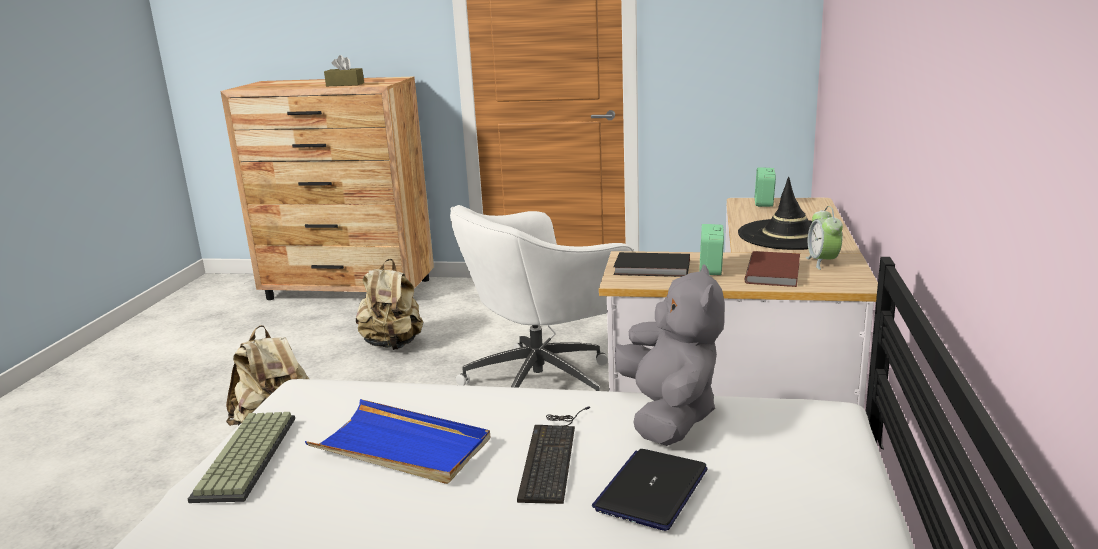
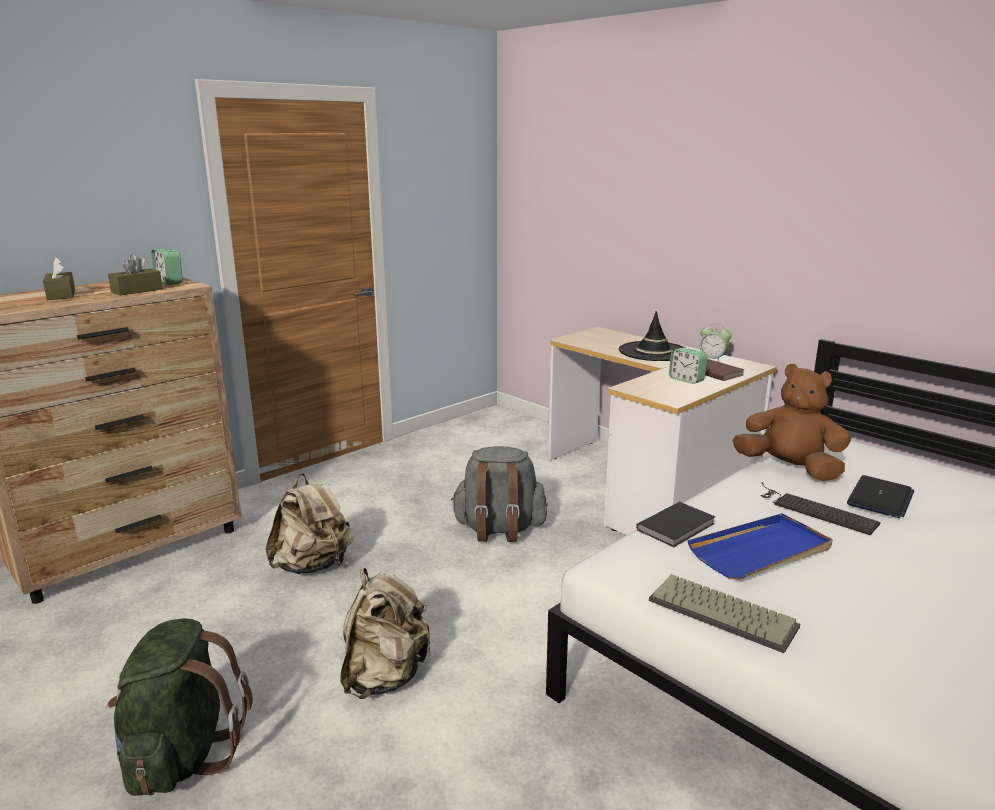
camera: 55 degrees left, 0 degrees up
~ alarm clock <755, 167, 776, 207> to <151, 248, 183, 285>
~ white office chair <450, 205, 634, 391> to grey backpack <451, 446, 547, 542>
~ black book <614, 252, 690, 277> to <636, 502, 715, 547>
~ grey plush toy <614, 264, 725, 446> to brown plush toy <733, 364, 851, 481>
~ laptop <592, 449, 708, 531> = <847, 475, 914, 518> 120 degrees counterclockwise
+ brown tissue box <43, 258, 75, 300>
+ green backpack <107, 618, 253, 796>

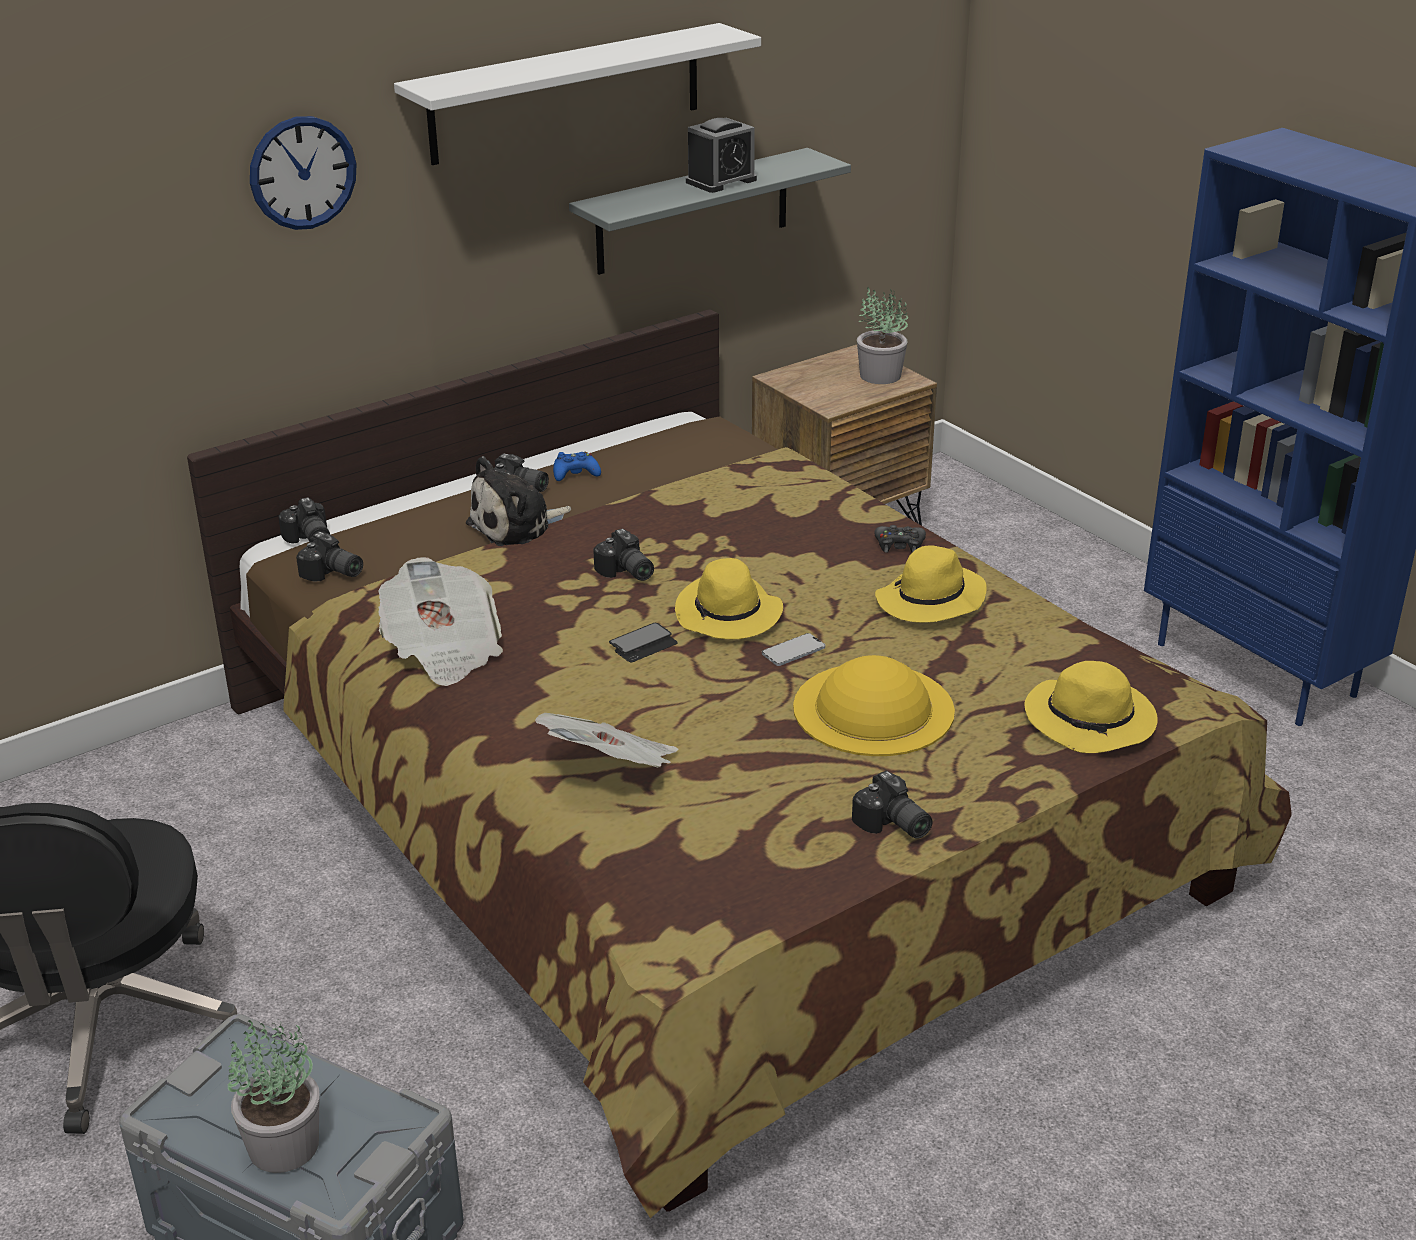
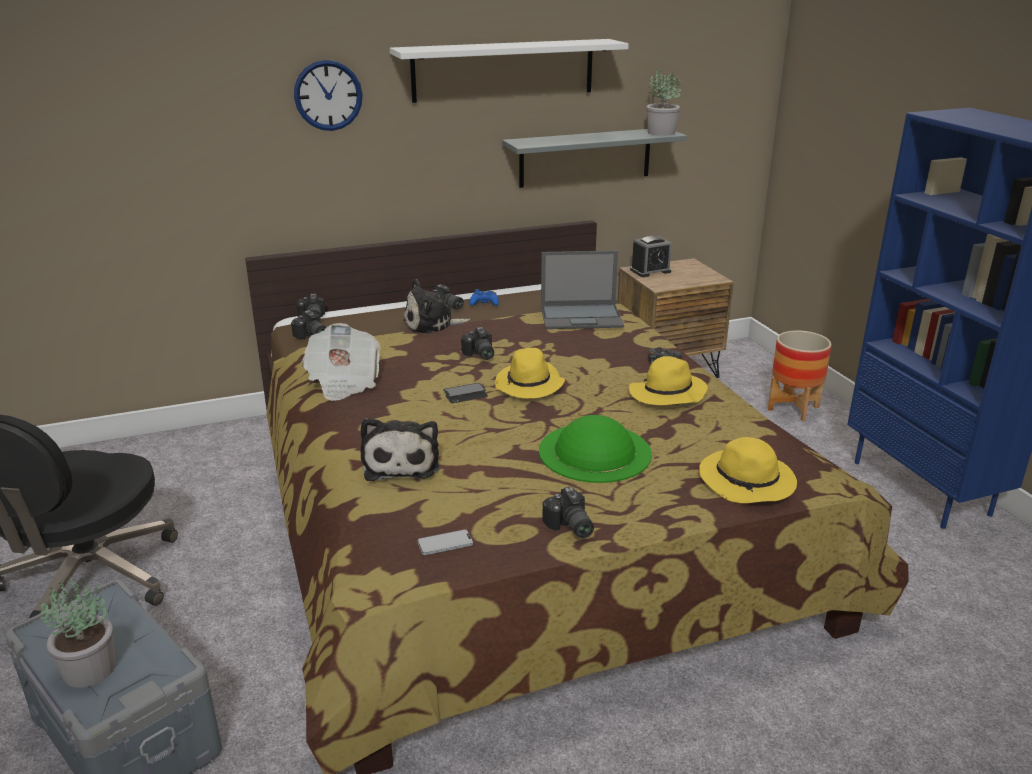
camera: 15 degrees right, 5 degrees down
~ alarm clock <686, 118, 757, 193> to <630, 236, 672, 277>
~ potted plant <857, 286, 908, 384> to <646, 69, 681, 136>
~ phone <762, 633, 825, 666> to <417, 529, 473, 555>
~ yellow hat <793, 655, 955, 756> to green hat <539, 415, 652, 483>
~ newspaper <535, 713, 678, 767> to plush toy <361, 418, 439, 481>
+ laptop <541, 251, 624, 329>
+ planter <768, 330, 832, 421>

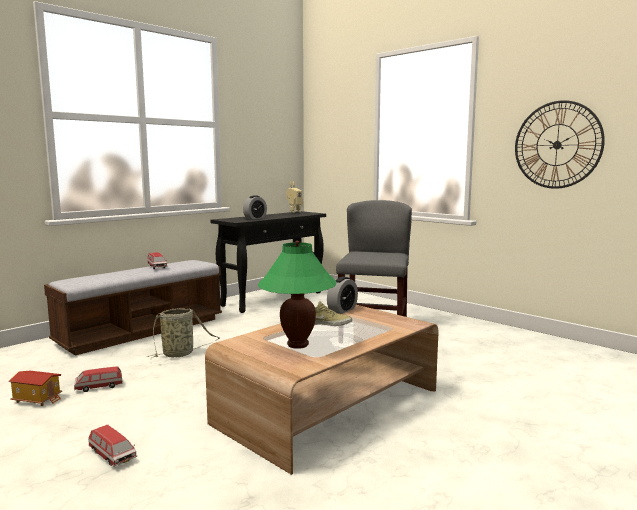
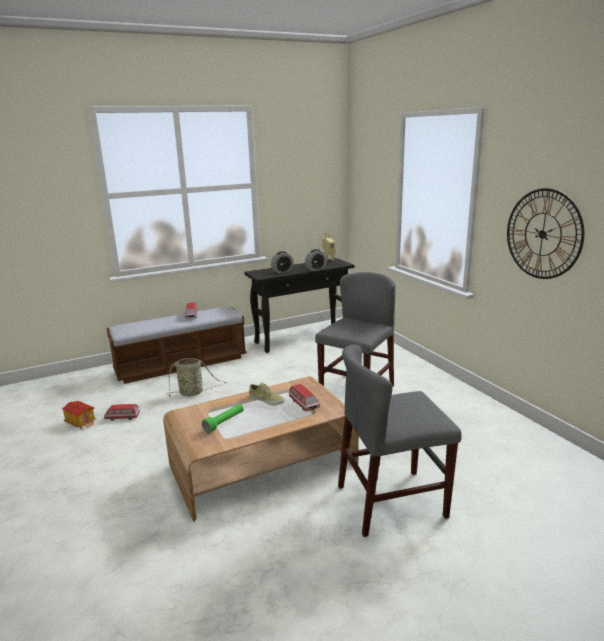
camera: 20 degrees right, 10 degrees up
~ green table lamp <258, 241, 337, 349> to green flashlight <202, 404, 244, 433>
~ alarm clock <327, 277, 358, 314> to <305, 249, 327, 271>
~ toy car <88, 425, 137, 467> to <289, 384, 320, 412>
+ grey chair <338, 344, 462, 537>

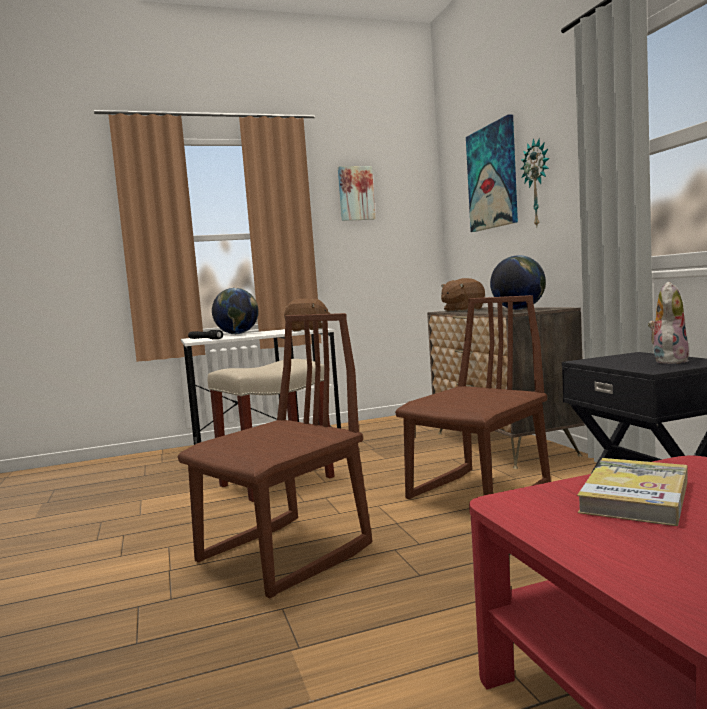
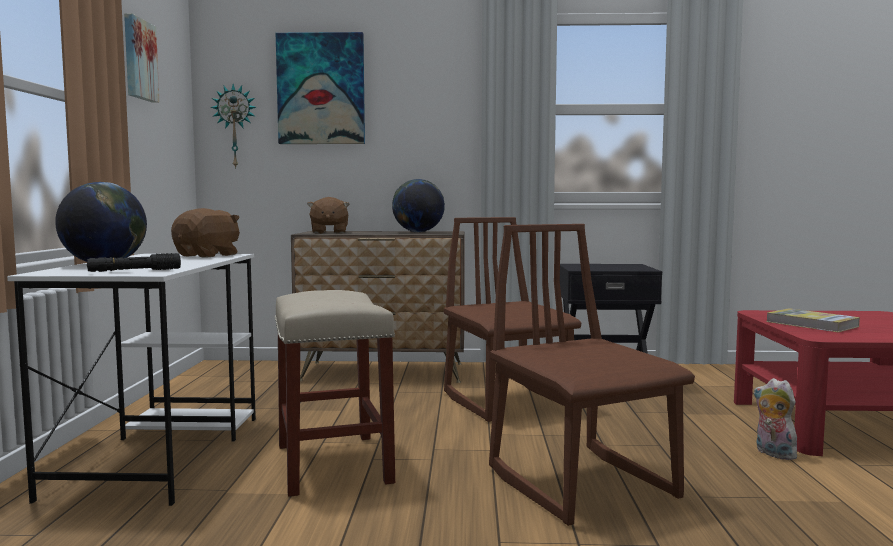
camera: 70 degrees left, 0 degrees up
~ wall clock <521, 139, 550, 227> to <211, 84, 257, 169>
~ plush toy <648, 282, 689, 364> to <754, 378, 802, 460>

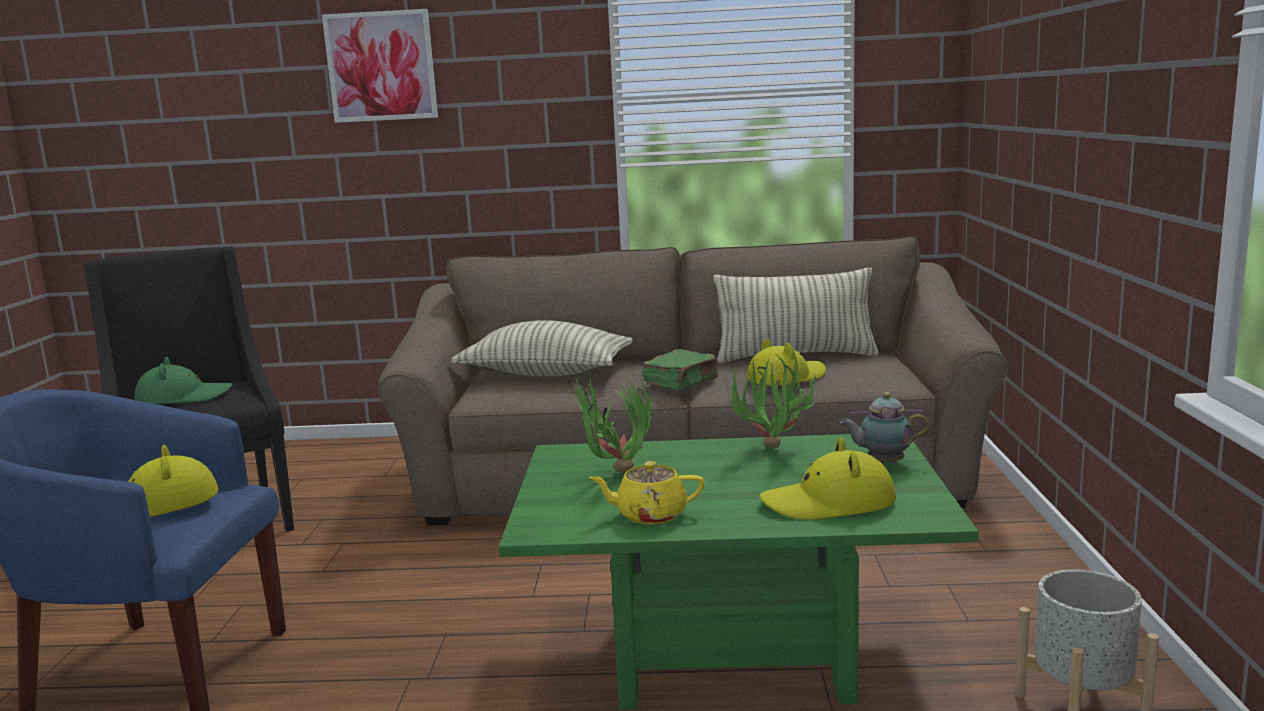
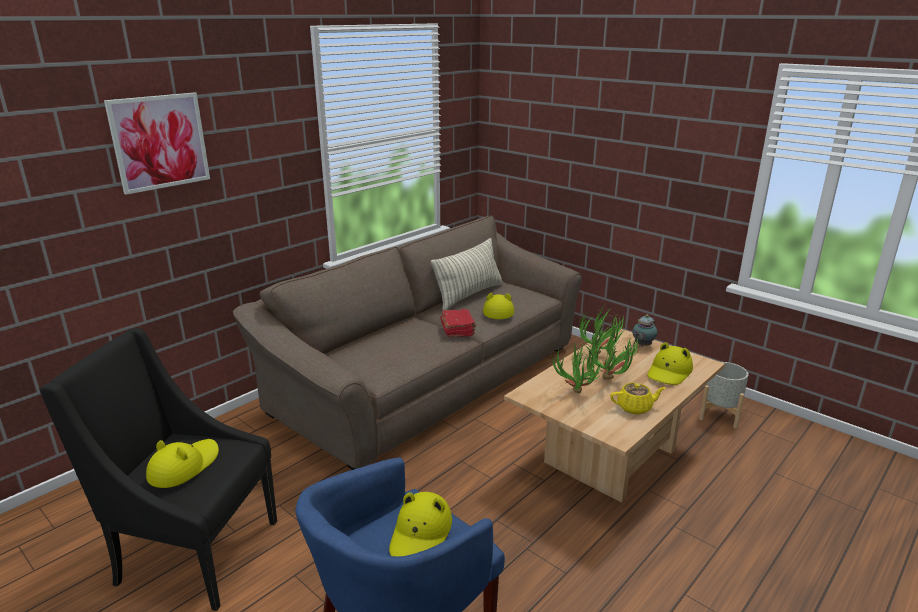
camera: 50 degrees left, 10 degrees up
- pillow <451, 320, 633, 376>
~ green book <642, 349, 719, 390> to red book <440, 309, 476, 337>
~ green hat <134, 357, 232, 404> to yellow hat <146, 439, 219, 488>
~ green coffee table <499, 434, 979, 710> to beige coffee table <504, 327, 725, 503>
~ yellow teapot <589, 461, 705, 524> = <610, 383, 666, 414> 135 degrees counterclockwise
+ potted plant <590, 327, 640, 380>

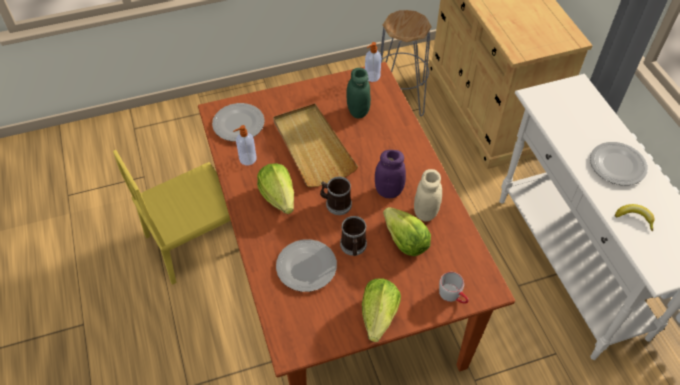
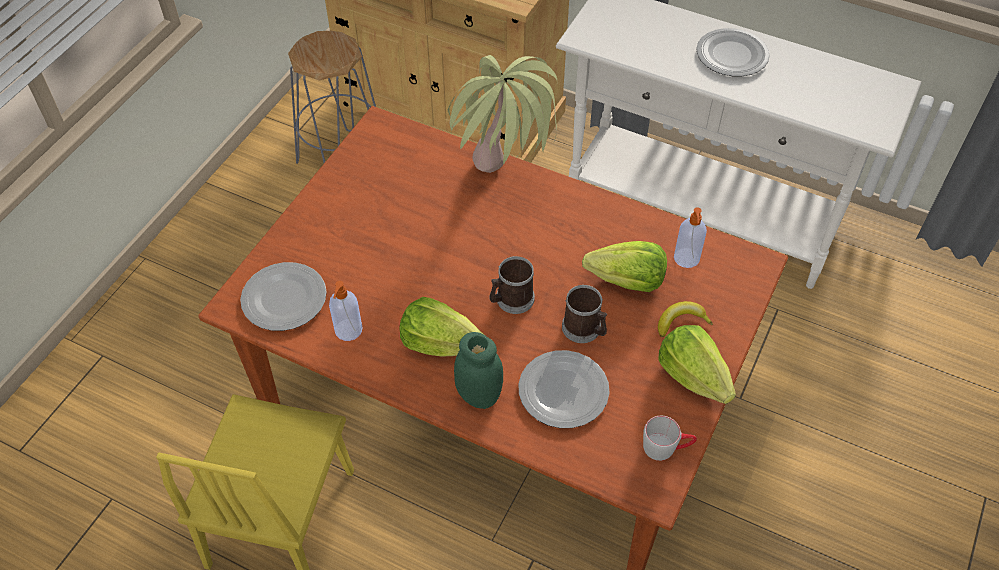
camera: 45 degrees left, 0 degrees up
~ soap dispenser <365, 42, 381, 82> to <674, 207, 707, 268>
~ green jar <346, 68, 371, 118> to <454, 332, 503, 409>
- beige tray <273, 103, 358, 187>
- purple jar <375, 150, 406, 198>
- beige jar <414, 169, 442, 222>
~ banana <615, 204, 655, 231> to <658, 301, 713, 337>
~ grey mug <439, 272, 469, 303> to <643, 416, 697, 461>
+ potted plant <448, 55, 557, 173>

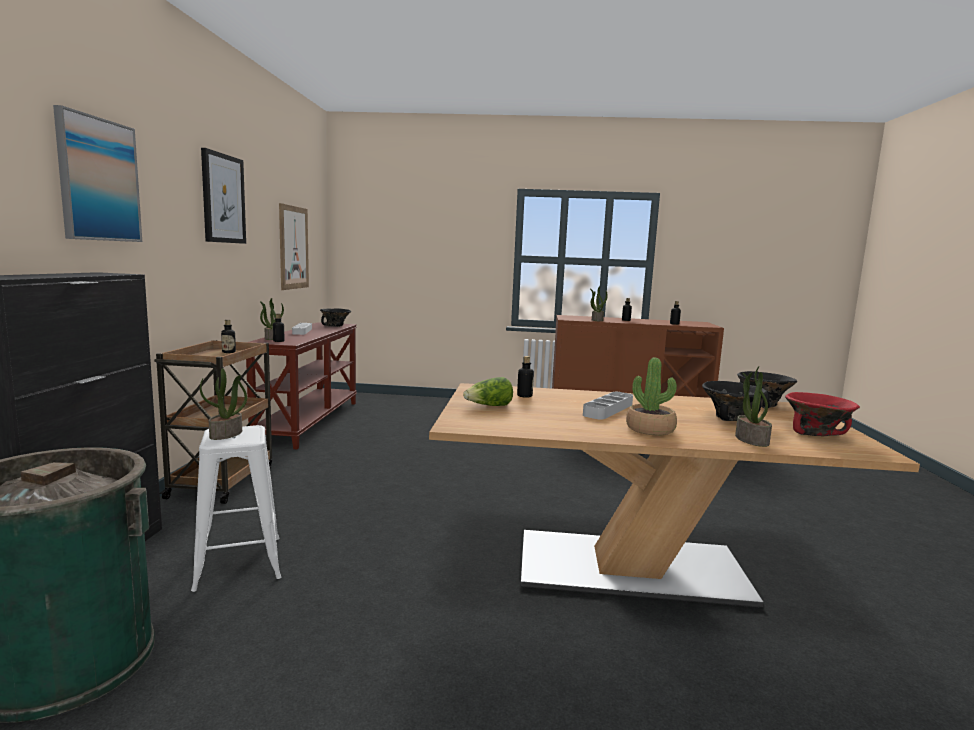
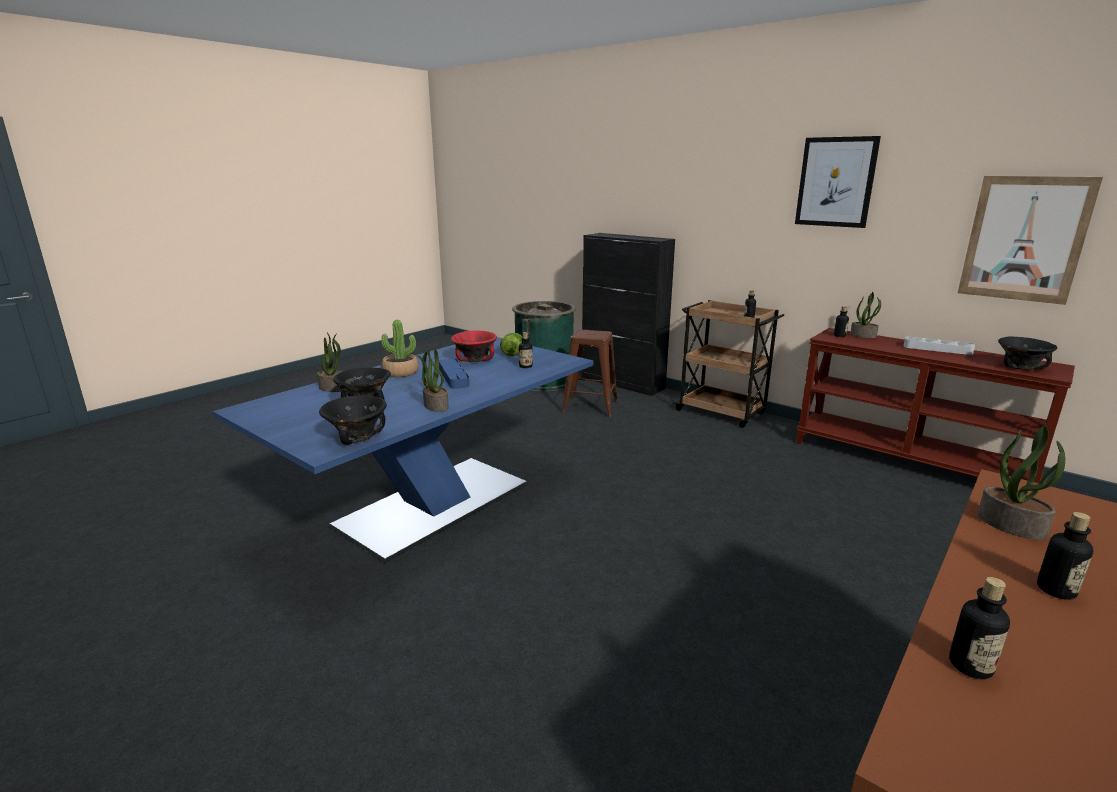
camera: 125 degrees right, 10 degrees up
- picture <53, 105, 142, 242>
~ potted plant <200, 368, 247, 440> to <417, 346, 449, 412>
~ beige dining table <429, 383, 920, 607> to blue dining table <213, 338, 593, 562>
~ grey tray <583, 392, 633, 420> to blue tray <439, 359, 470, 389>
~ red bowl <785, 392, 860, 436> to <451, 331, 497, 362>
~ white stool <191, 425, 281, 592> to brown stool <562, 330, 618, 417>

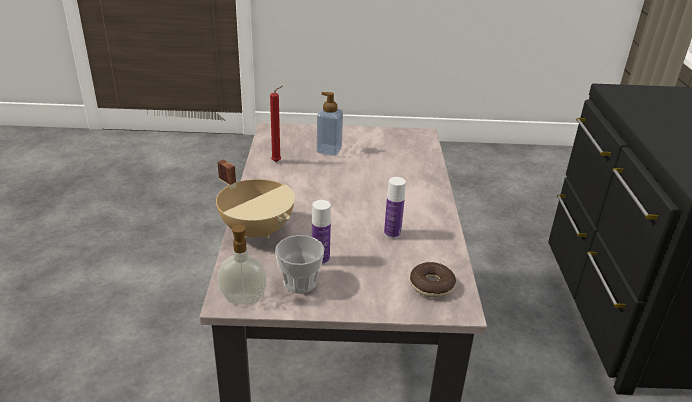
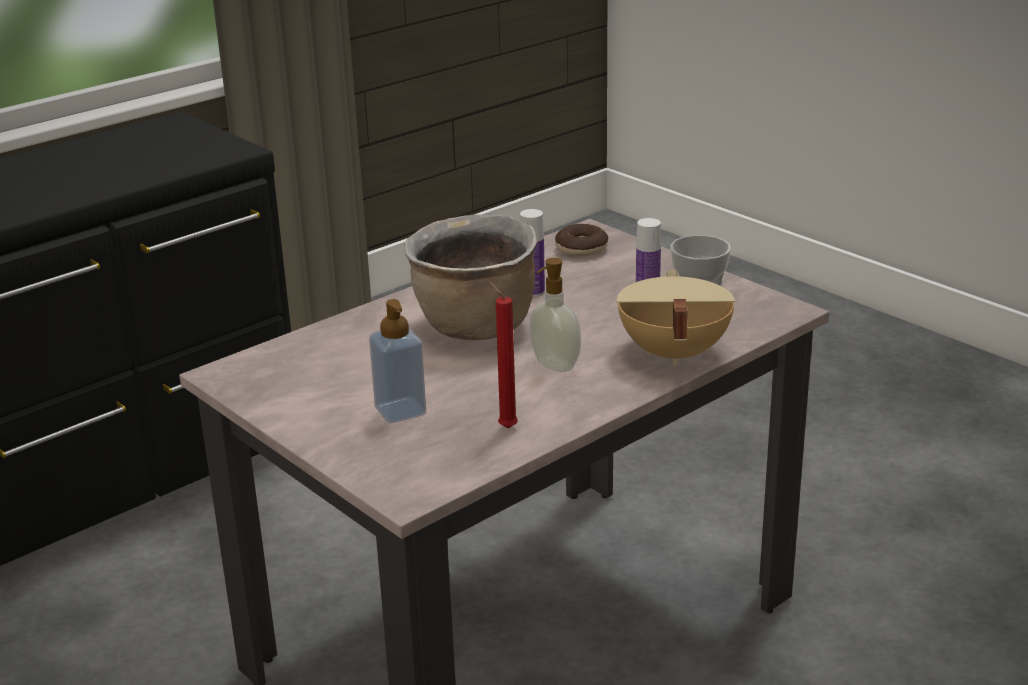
camera: 130 degrees left, 5 degrees down
~ soap dispenser <218, 222, 267, 304> to <529, 258, 581, 372>
+ brown cooking pot <404, 214, 537, 340>

